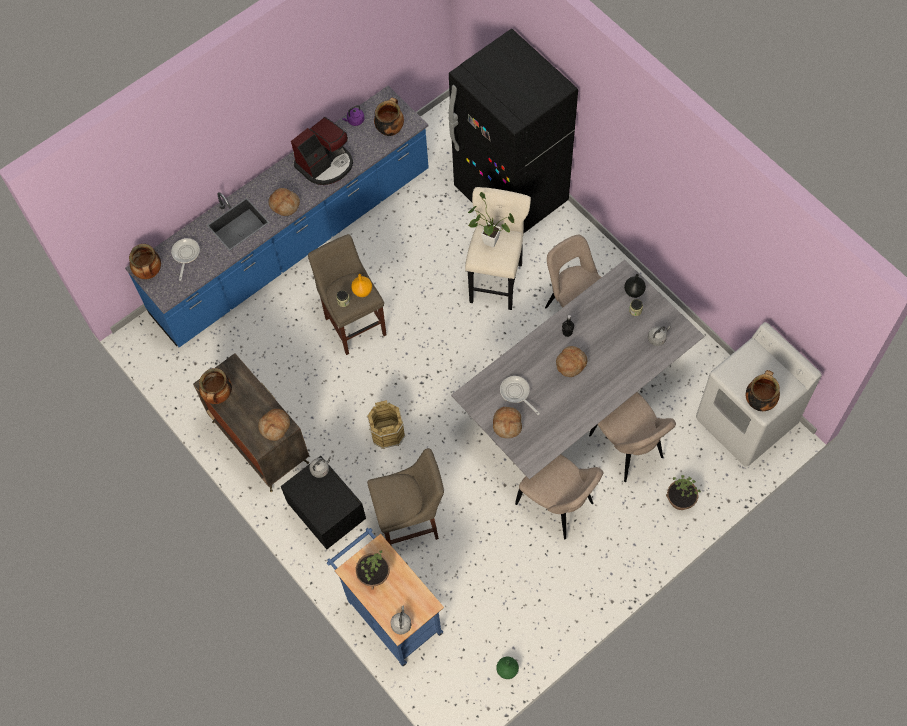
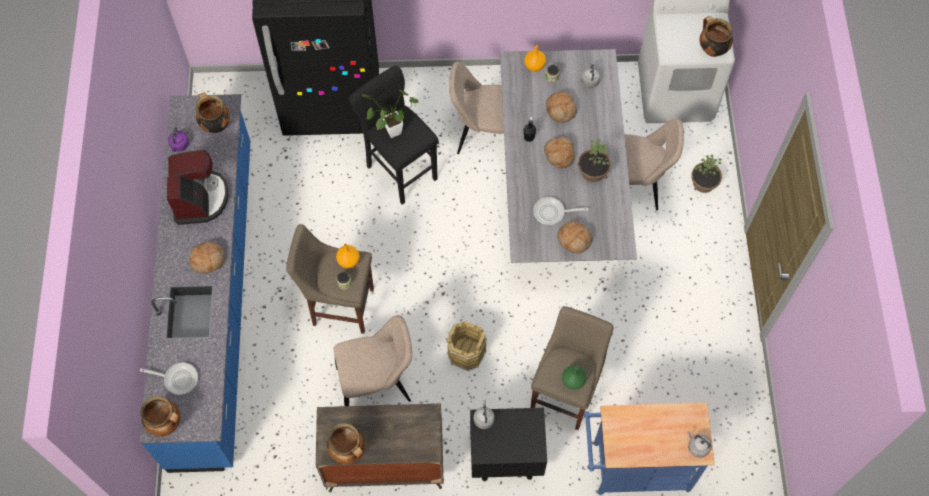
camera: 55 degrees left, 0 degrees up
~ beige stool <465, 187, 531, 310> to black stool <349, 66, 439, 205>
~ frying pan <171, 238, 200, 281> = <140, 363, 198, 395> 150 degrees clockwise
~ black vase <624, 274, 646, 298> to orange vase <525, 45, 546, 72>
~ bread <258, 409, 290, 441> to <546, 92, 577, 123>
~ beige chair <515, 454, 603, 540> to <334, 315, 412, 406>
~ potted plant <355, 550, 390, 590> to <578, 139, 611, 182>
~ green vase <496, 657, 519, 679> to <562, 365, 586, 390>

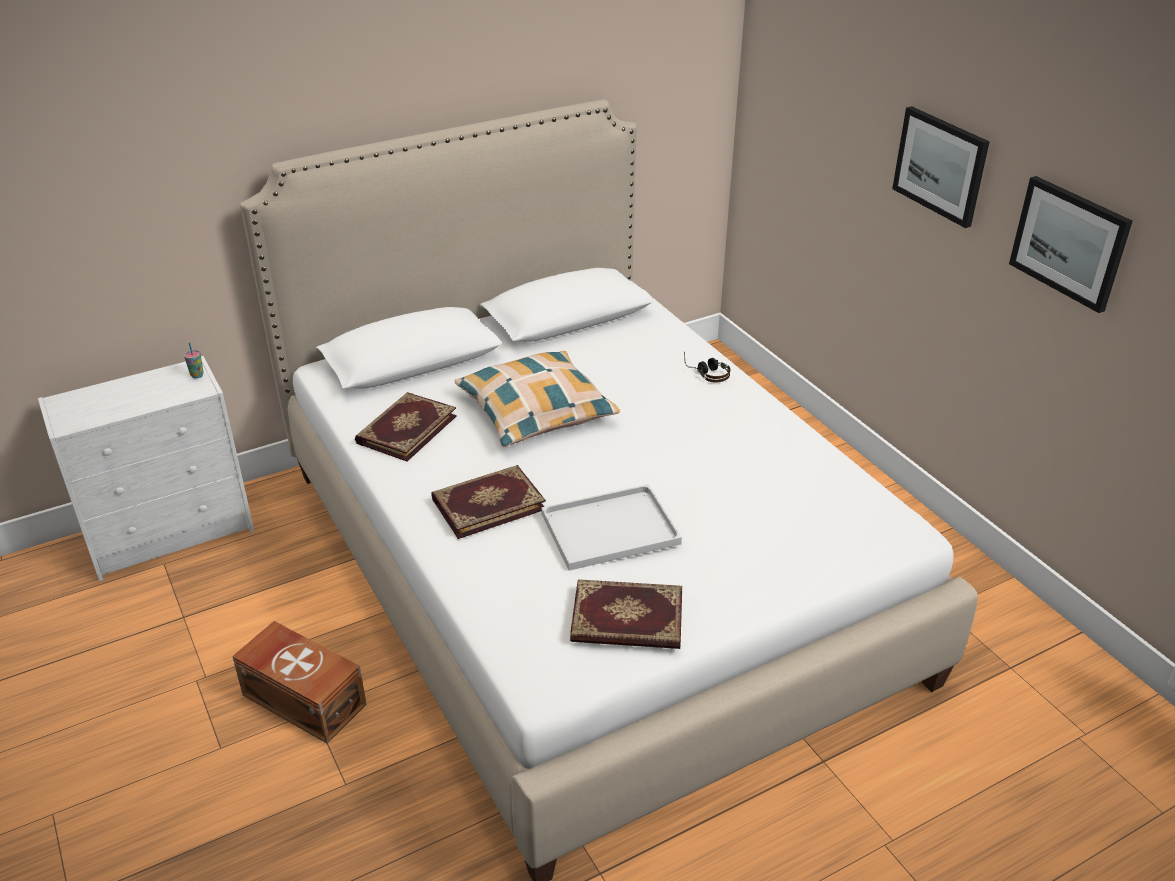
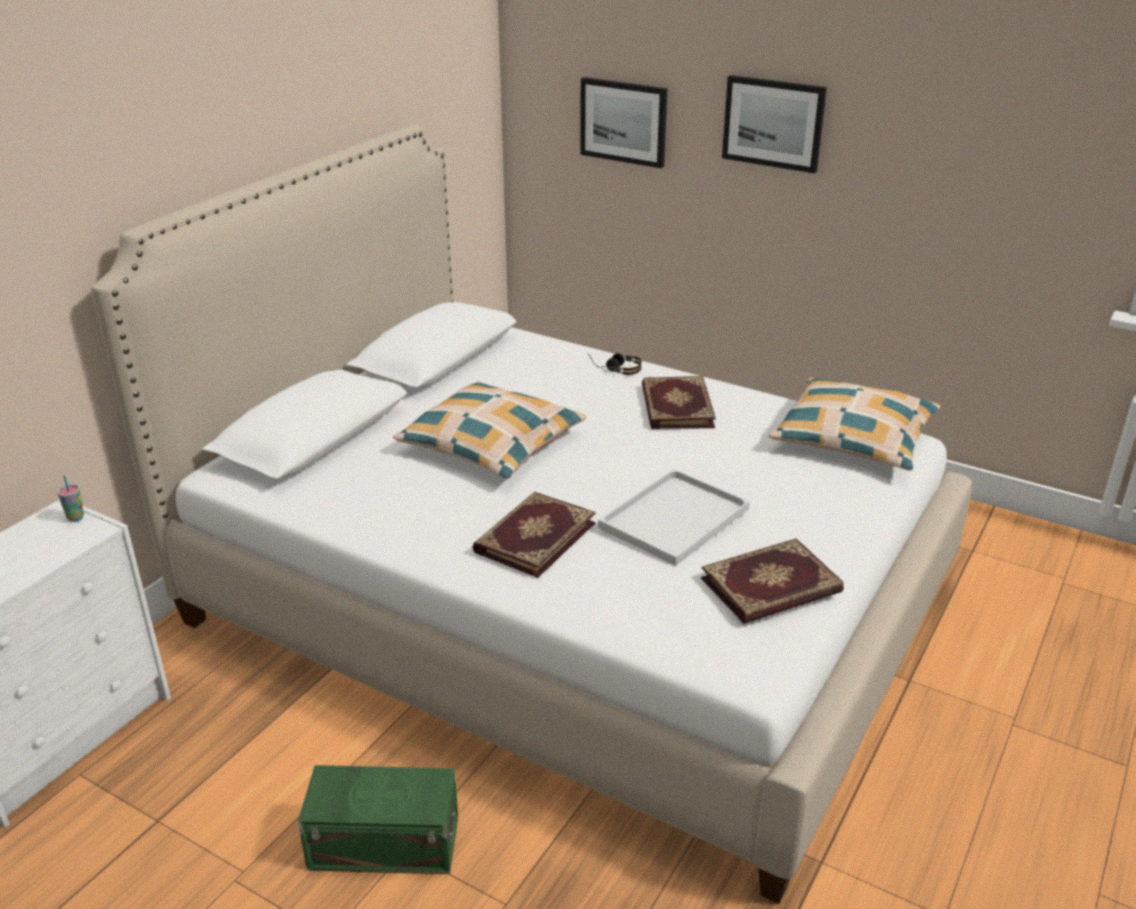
camera: 30 degrees left, 5 degrees down
~ picture <1009, 176, 1133, 313> to <580, 77, 668, 168>
~ book <355, 392, 457, 462> to <642, 376, 716, 429>
~ brown storage box <232, 621, 367, 744> to green storage box <298, 765, 458, 874>
+ pillow <769, 377, 940, 471>

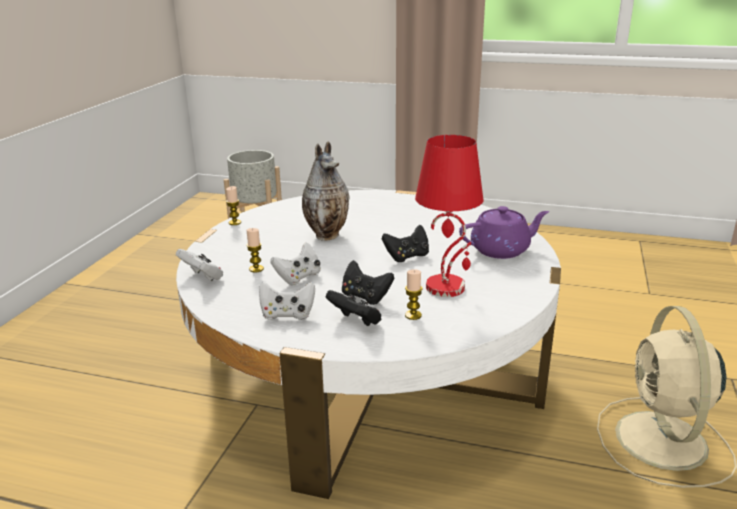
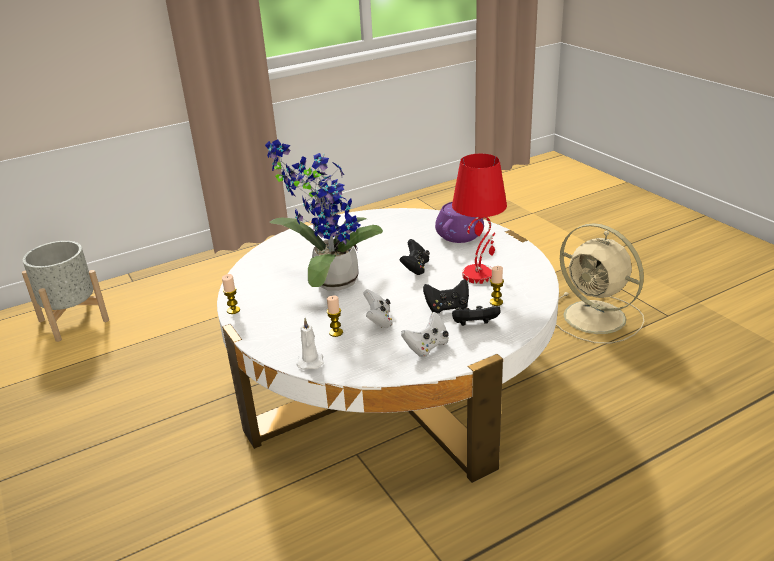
camera: 45 degrees left, 5 degrees up
~ vase <302, 142, 350, 241> to potted plant <265, 140, 383, 291>
~ white game controller <176, 249, 223, 281> to white candle <296, 318, 324, 370>

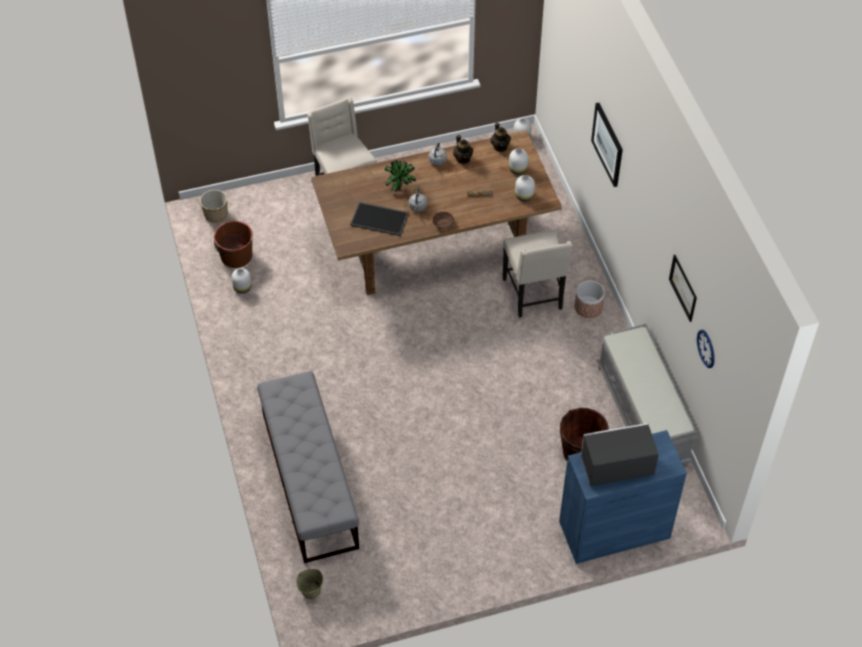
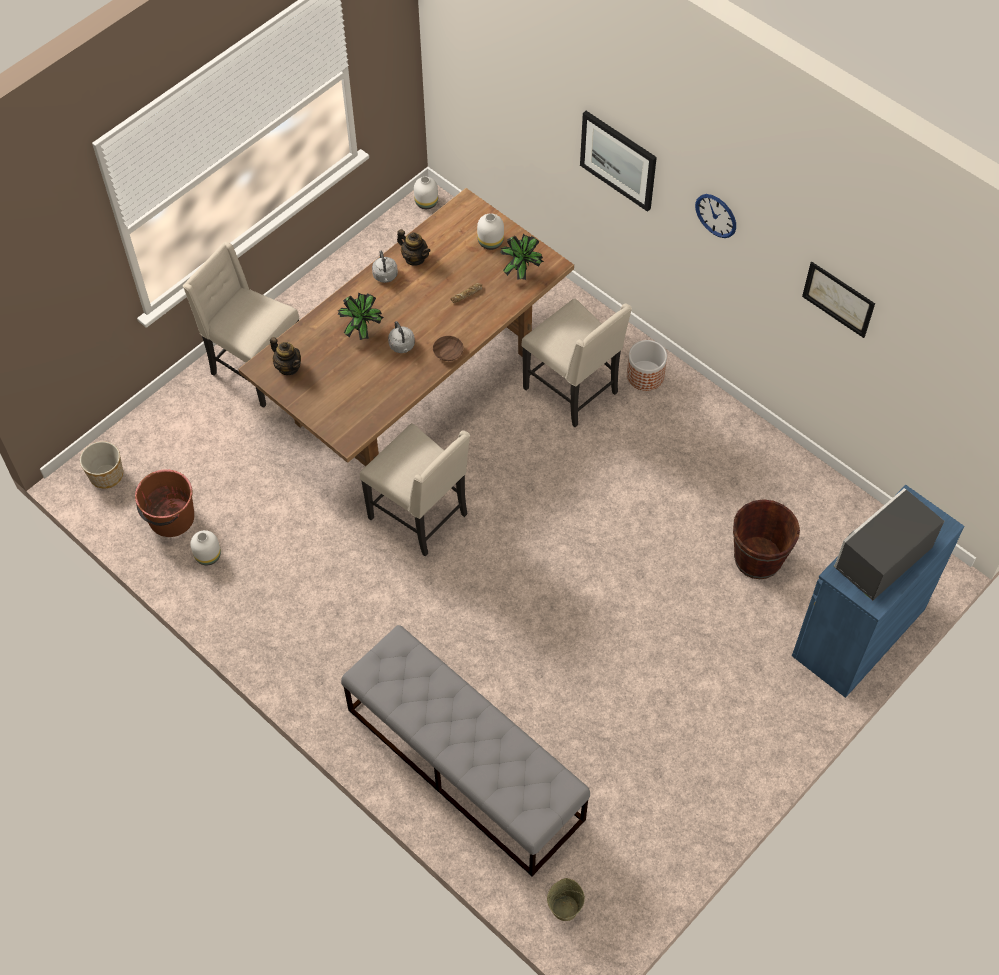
camera: 30 degrees left, 5 degrees up
~ teapot <491, 123, 511, 152> to <270, 337, 301, 375>
~ white vase <515, 175, 535, 201> to potted plant <500, 234, 544, 280>
- tray <350, 202, 409, 236>
- grey bench <596, 324, 698, 467>
~ wall clock <697, 330, 715, 368> to <695, 194, 736, 238>
+ beige chair <360, 423, 470, 557>

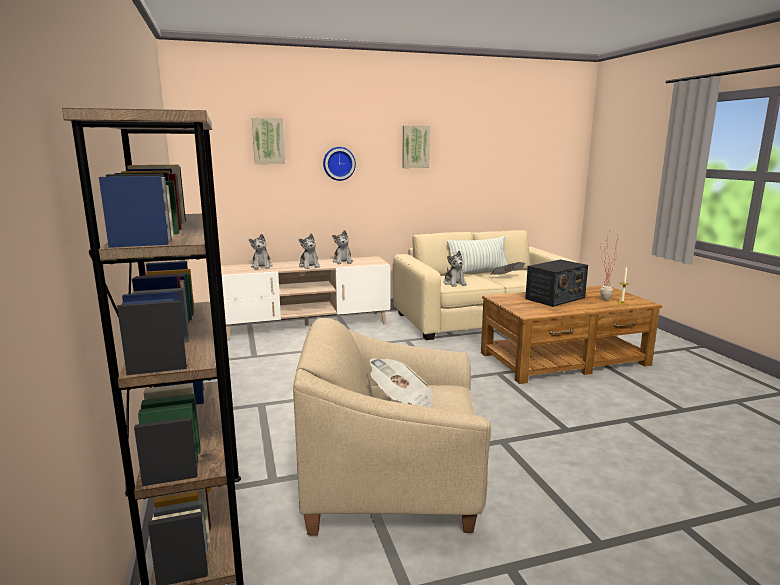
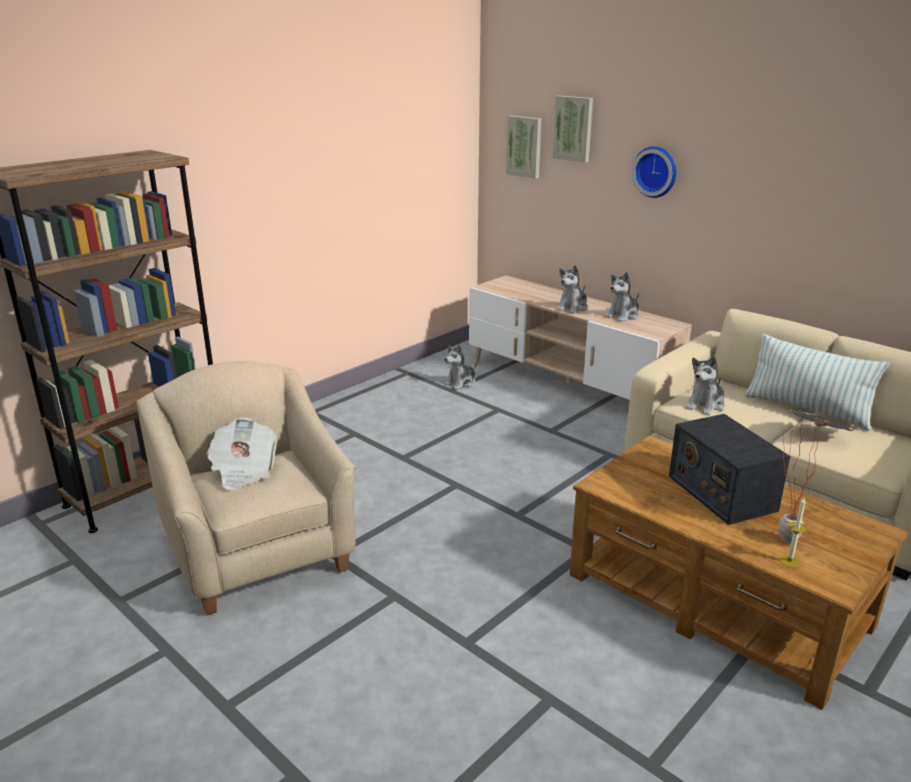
camera: 60 degrees right, 10 degrees up
~ picture <402, 126, 430, 168> to <506, 116, 542, 179>
~ plush toy <249, 234, 273, 269> to <444, 345, 477, 390>
~ radio <525, 259, 588, 307> = <669, 414, 790, 525> 45 degrees clockwise

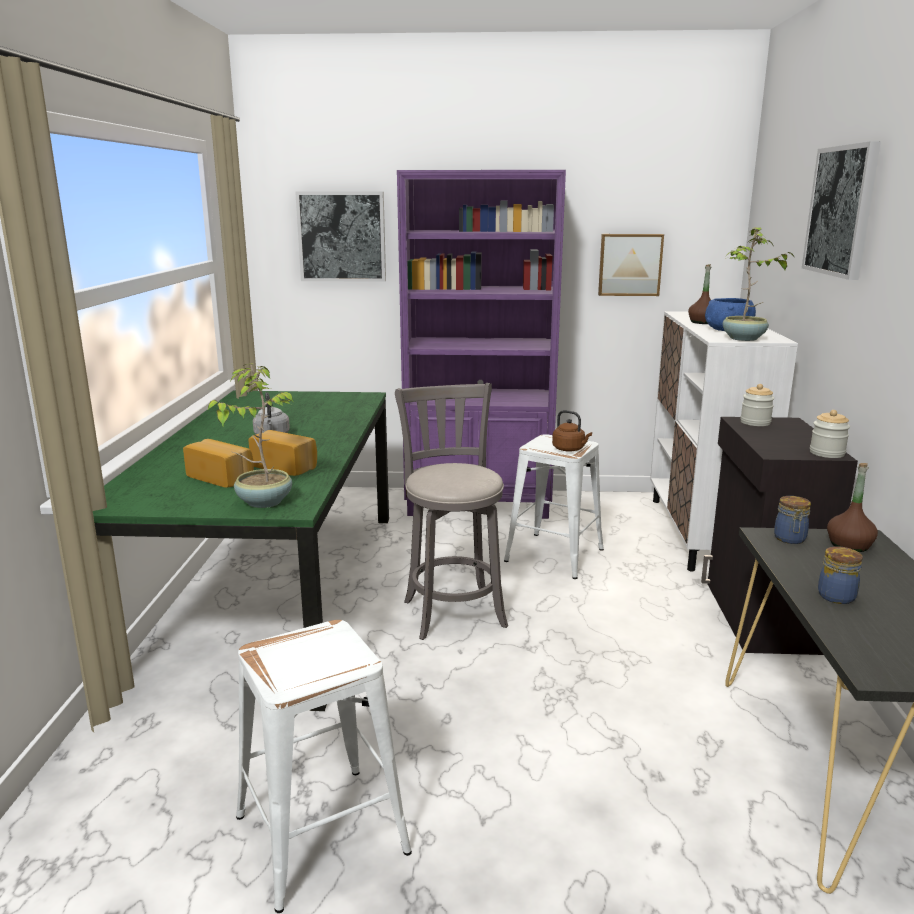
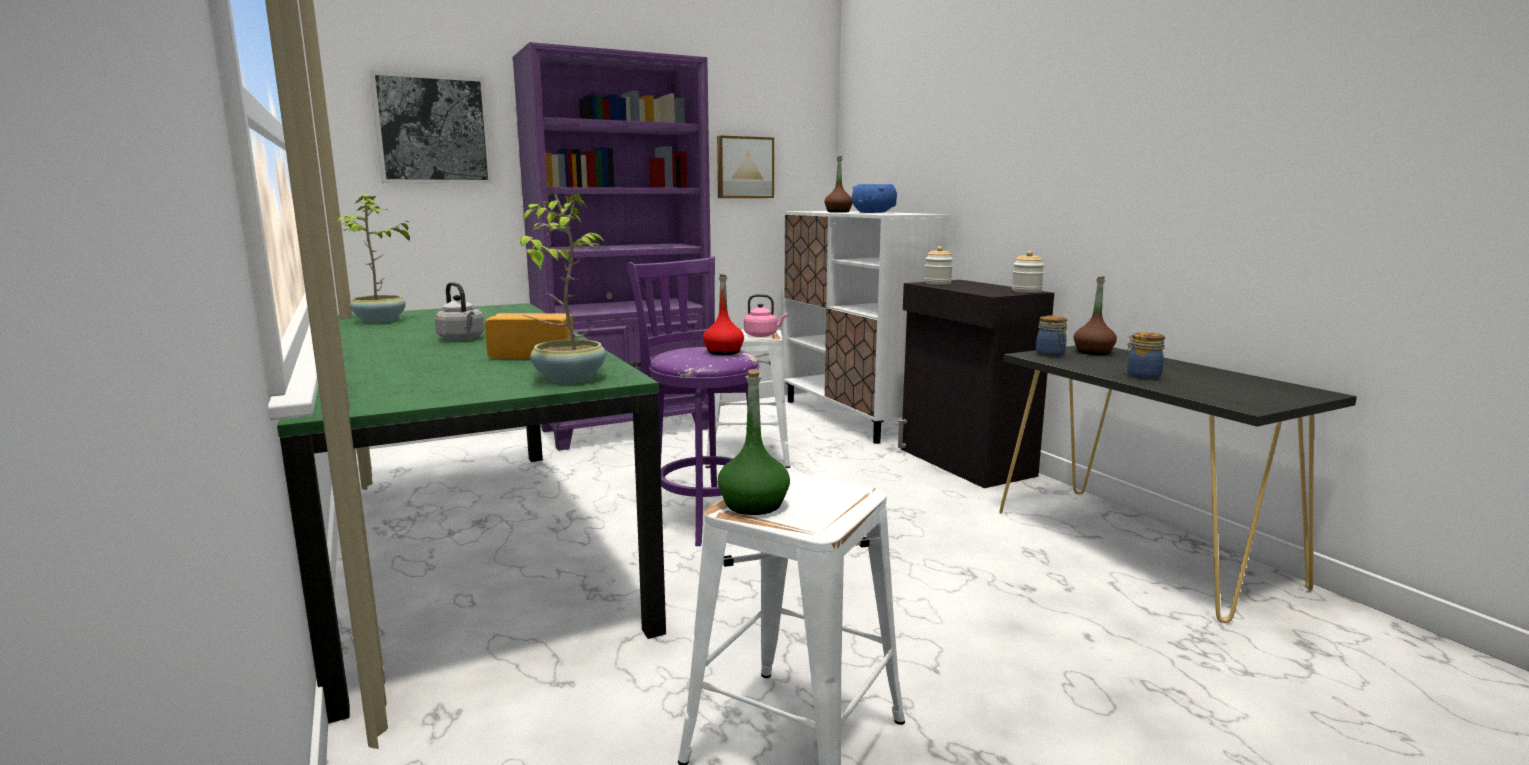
camera: 30 degrees left, 5 degrees down
- picture <802, 141, 881, 280>
~ potted plant <723, 227, 794, 341> to <337, 194, 411, 323>
~ grey stool <395, 383, 508, 640> to purple stool <626, 256, 760, 546>
~ brown kettle <552, 410, 592, 452> to pink kettle <744, 294, 787, 337>
- bread <183, 439, 254, 488>
+ red bottle <703, 273, 744, 355>
+ green bottle <718, 369, 790, 515>

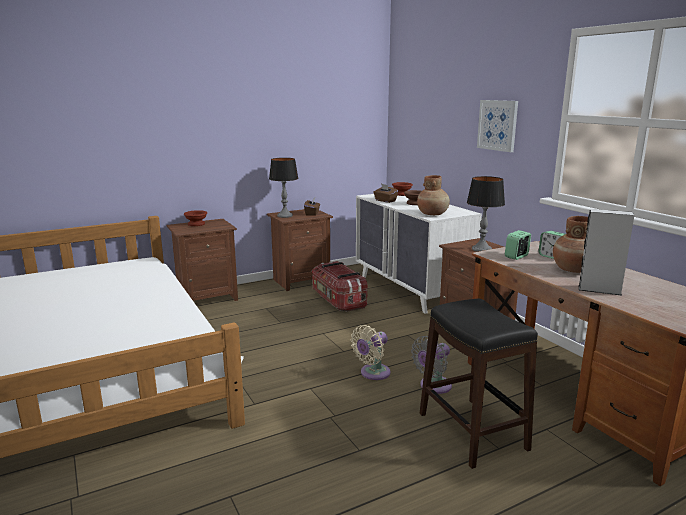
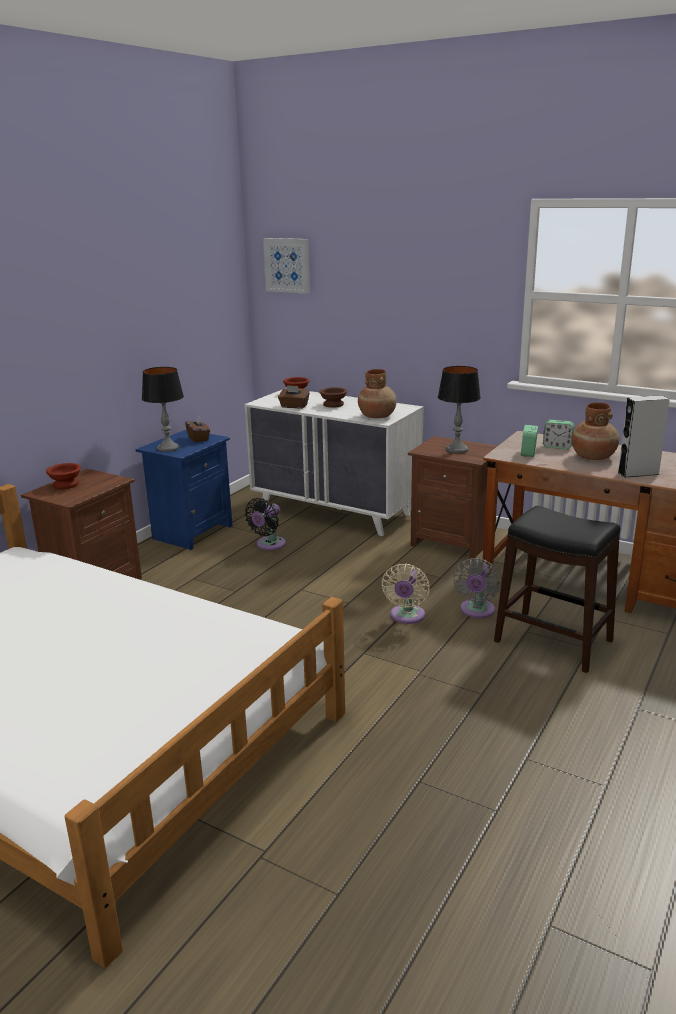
camera: 30 degrees left, 5 degrees up
~ picture <477, 100, 518, 152> to <263, 238, 310, 294>
~ brown nightstand <267, 209, 333, 291> to blue nightstand <136, 430, 232, 550>
~ storage box <312, 261, 368, 312> to black fan <245, 498, 286, 550>

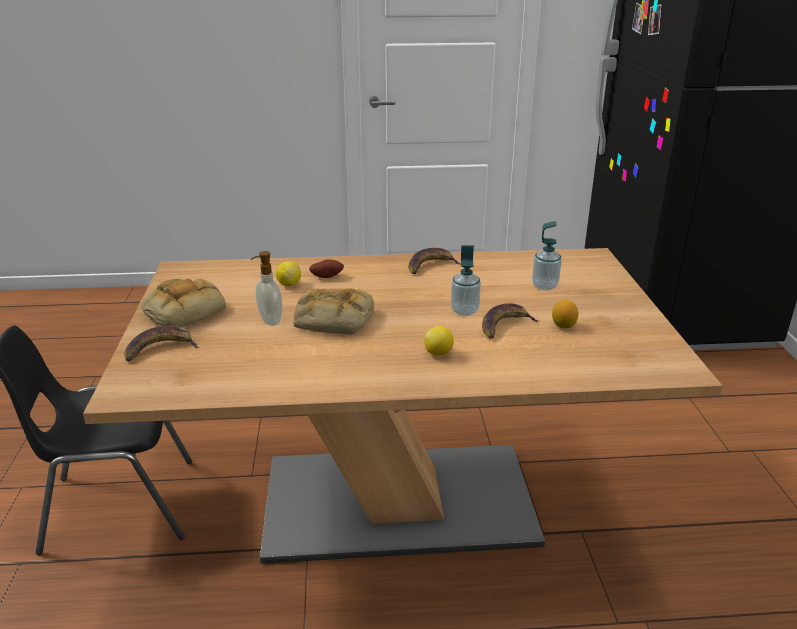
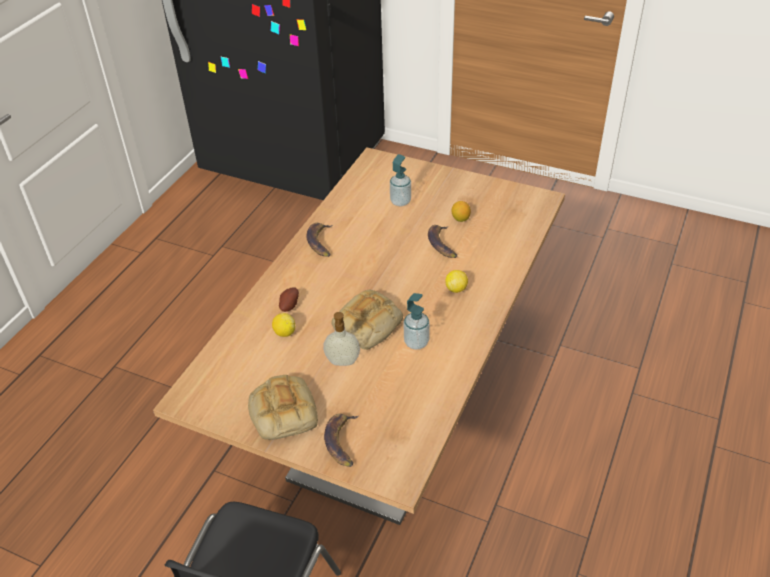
camera: 60 degrees left, 15 degrees up
~ soap dispenser <451, 245, 481, 316> to <404, 293, 430, 350>

